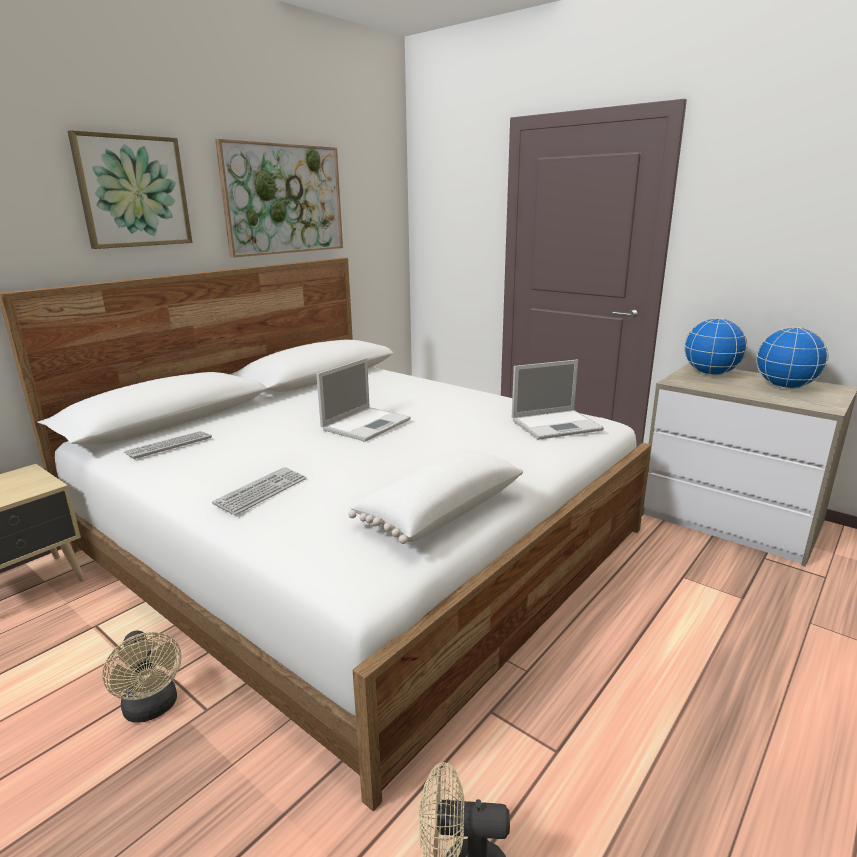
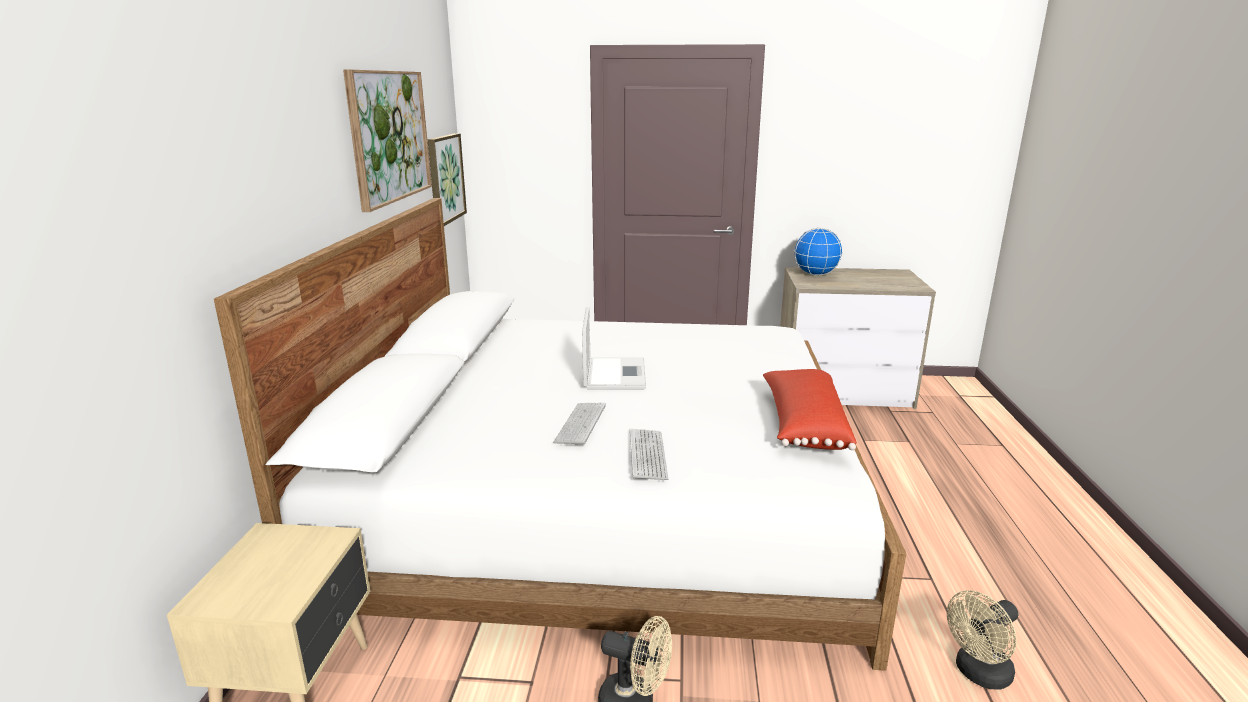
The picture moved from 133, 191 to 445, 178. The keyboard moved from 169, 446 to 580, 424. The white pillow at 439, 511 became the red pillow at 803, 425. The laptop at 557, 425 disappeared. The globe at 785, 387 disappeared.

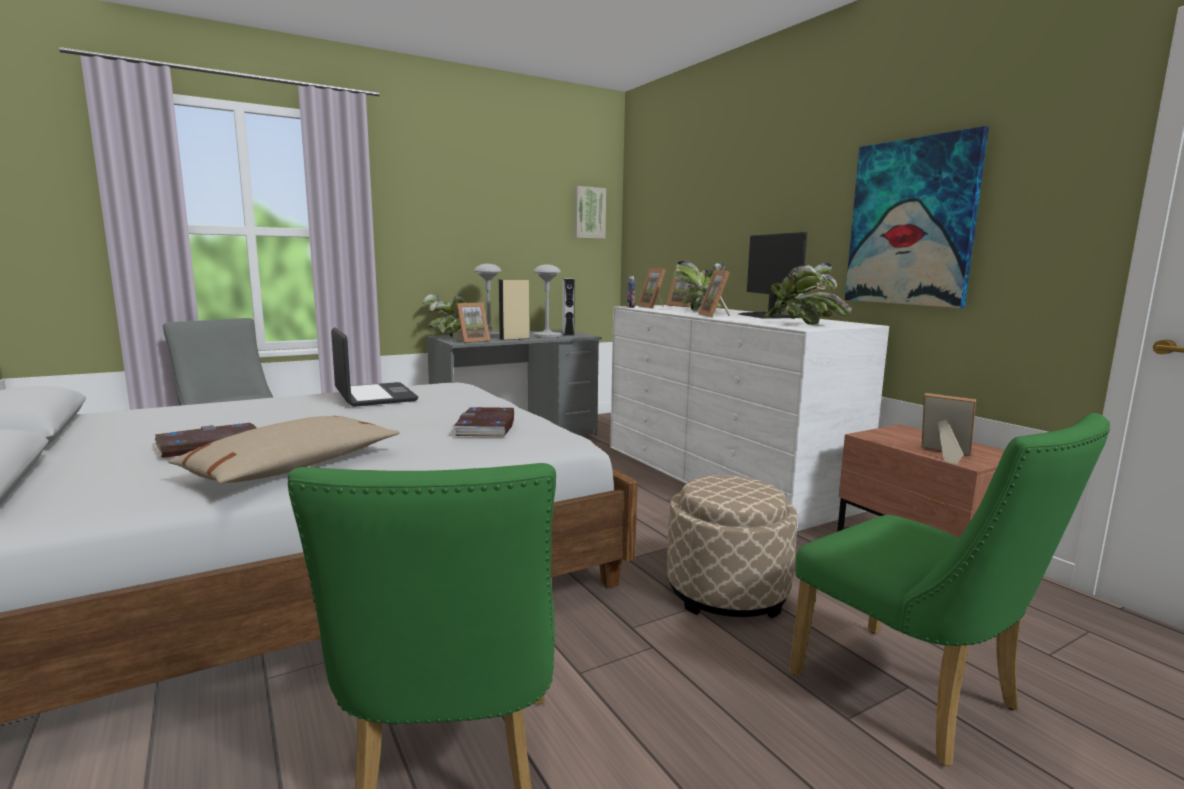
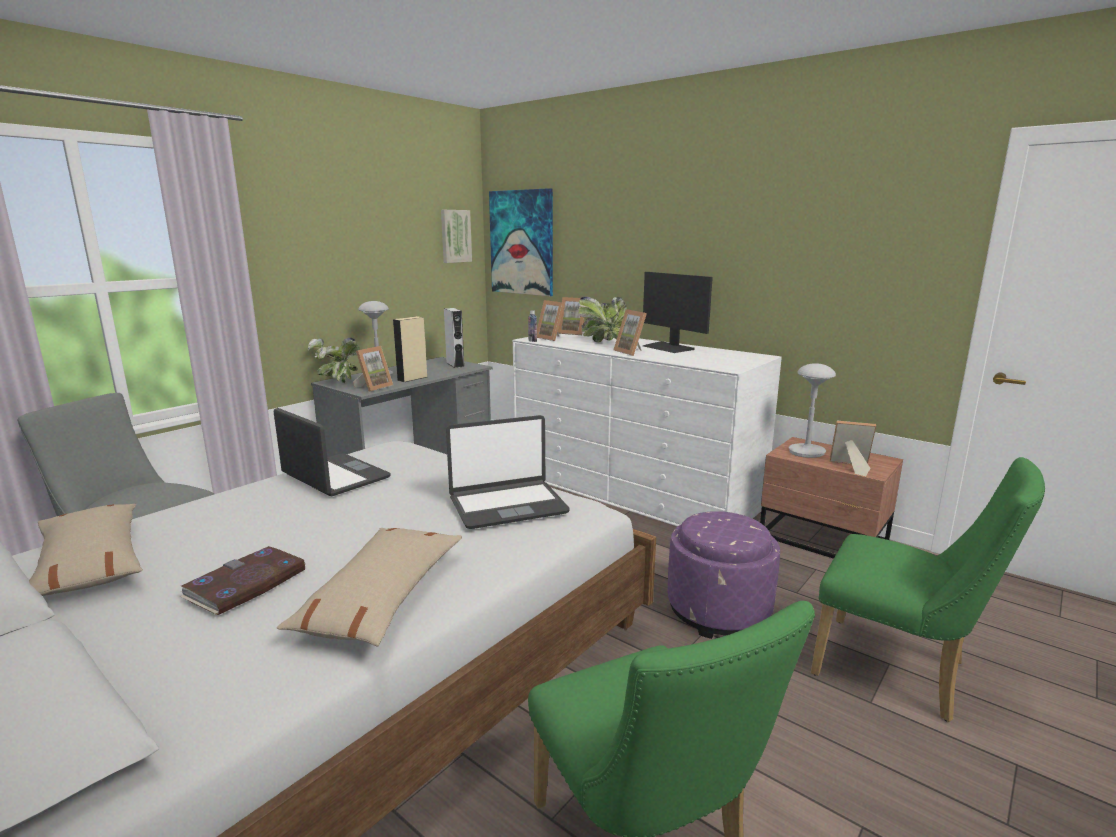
The beige pillow at 90, 564 appeared. The book at 486, 426 was replaced by the laptop at 507, 505. The picture moved from 911, 223 to 522, 242. The beige ottoman at 727, 592 became the purple ottoman at 718, 610. The grey table lamp moved from 547, 336 to 806, 452. The potted plant at 804, 325 disappeared.

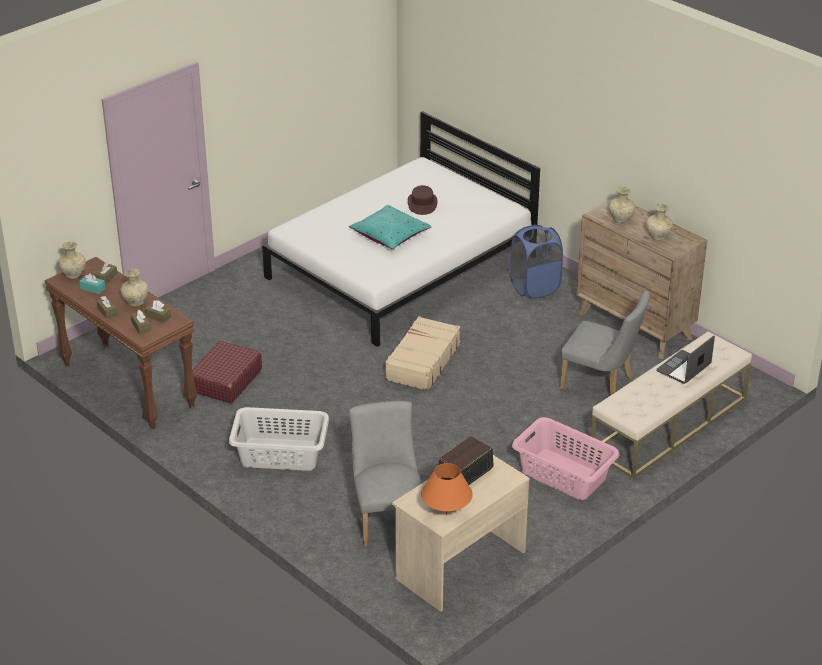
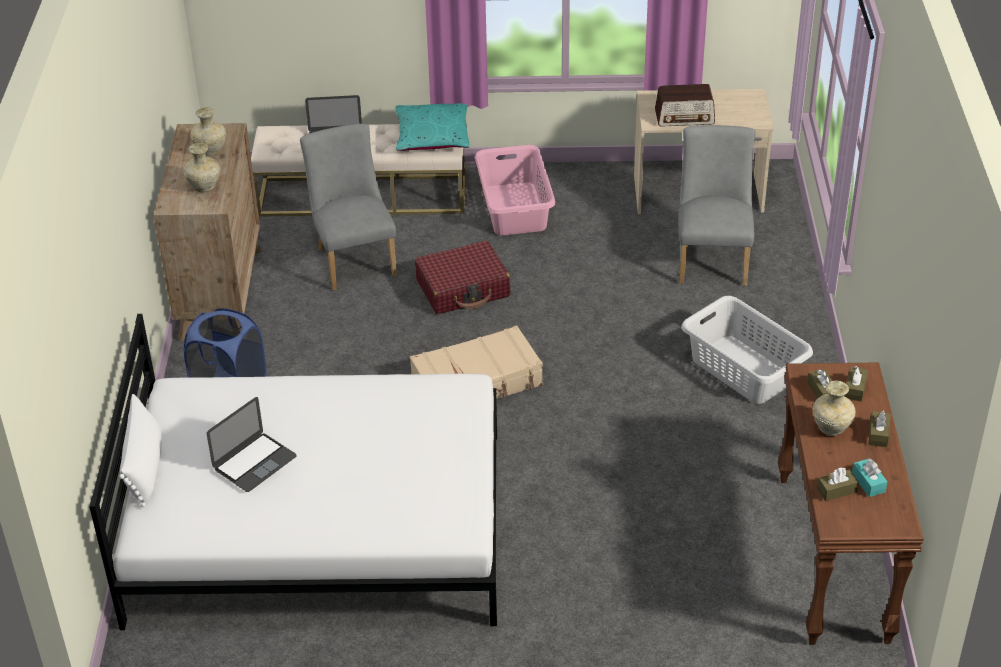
The white pillow at 145, 466 appeared. The brown hat at 422, 204 was replaced by the laptop at 254, 462. The turquoise pillow moved from 390, 235 to 432, 138. The red suitcase moved from 225, 381 to 463, 288. The grey chair at 387, 518 turned 150 degrees clockwise. The beige vase at 73, 275 disappeared. The orange table lamp at 446, 515 disappeared.

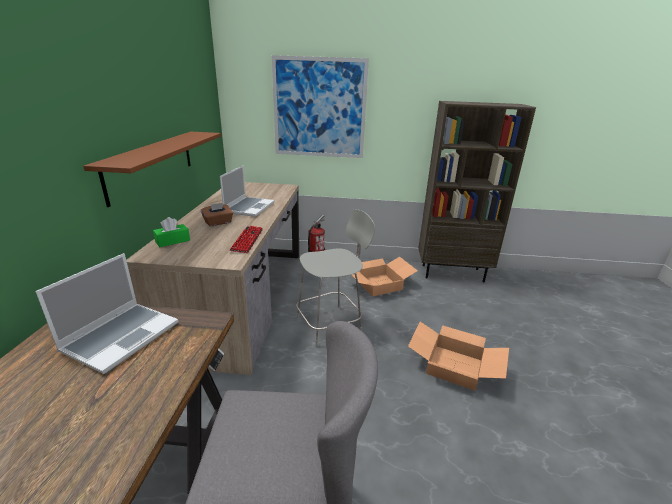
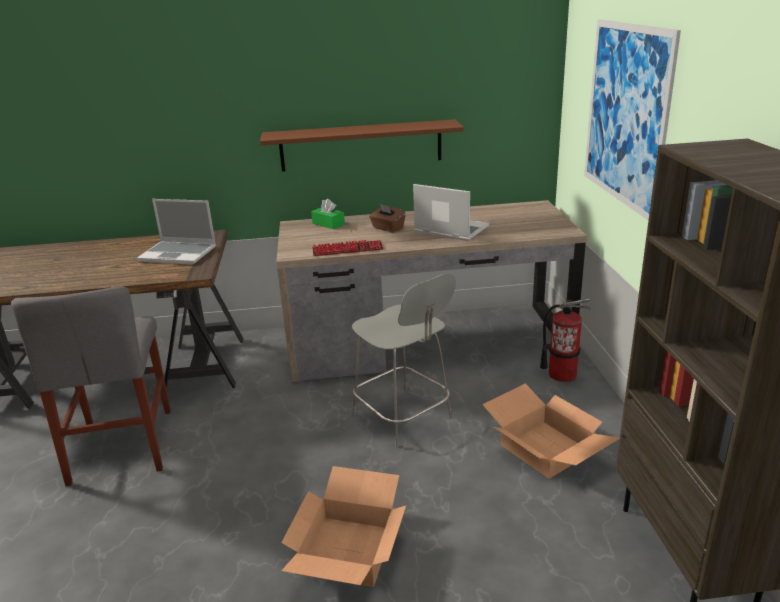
The laptop at 249, 207 turned 150 degrees counterclockwise.

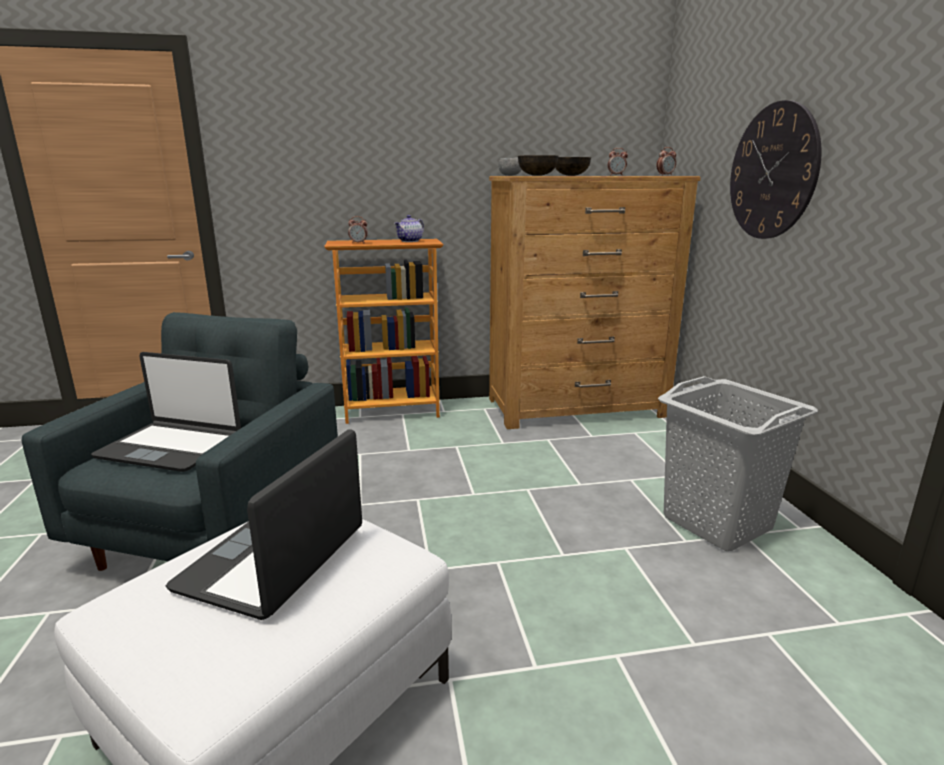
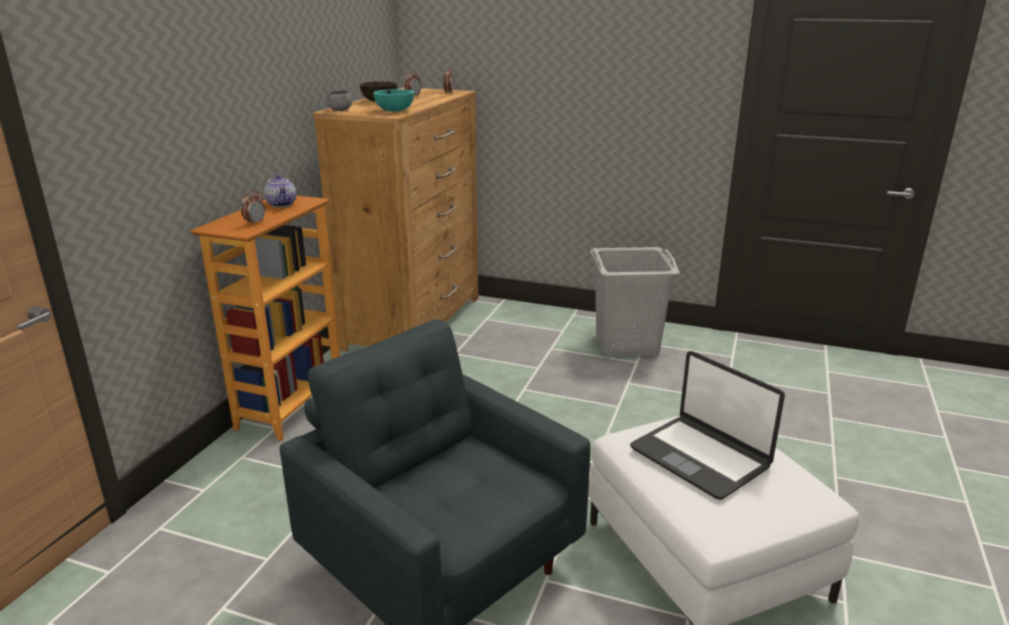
The brown bowl at 537, 175 became the turquoise bowl at 395, 111. The laptop at 171, 447 disappeared. The wall clock at 772, 172 disappeared.

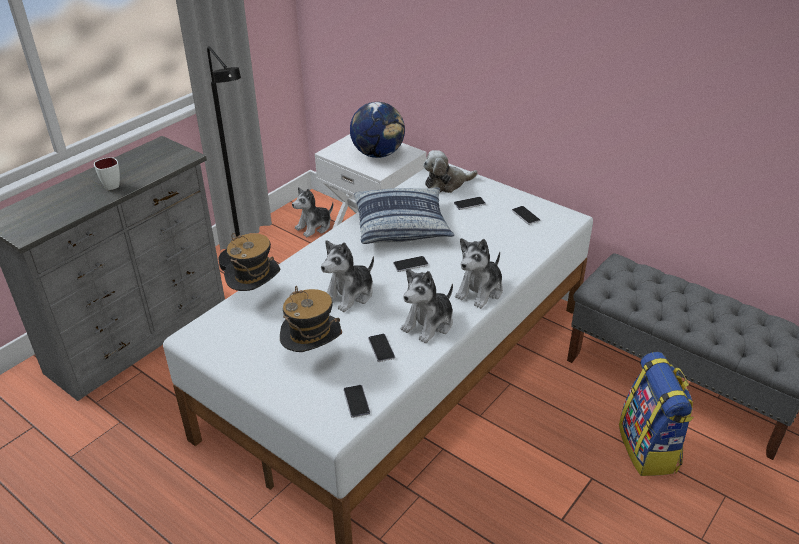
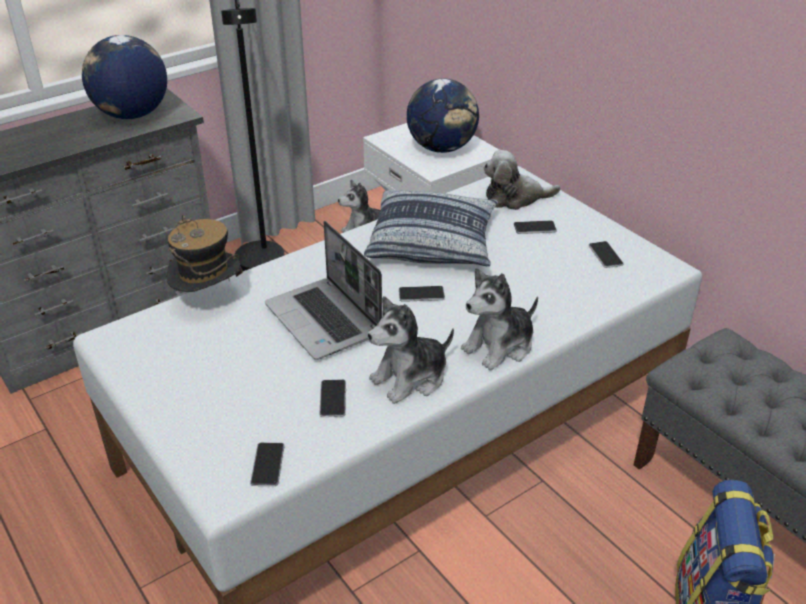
The globe at 132, 115 appeared. The plush toy at 350, 294 was replaced by the laptop at 325, 320. The white mug at 110, 184 disappeared. The hat at 312, 355 disappeared.

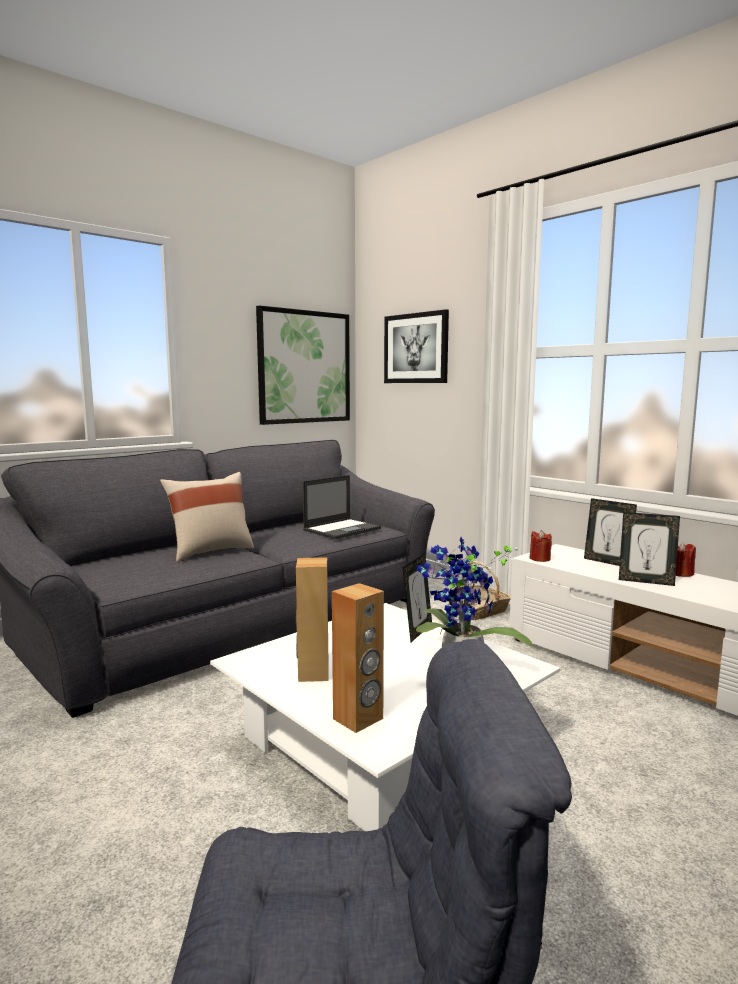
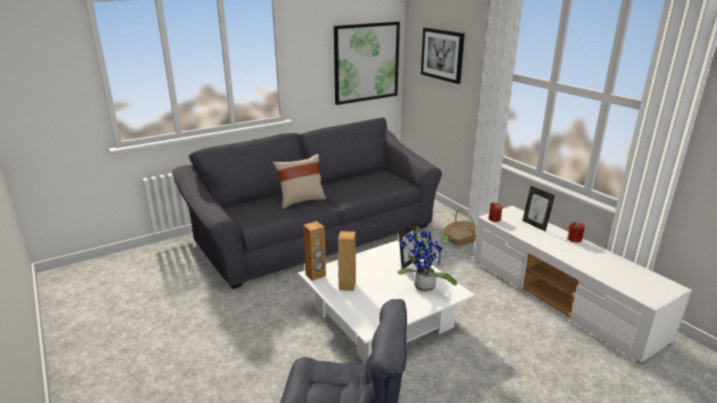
The brown speaker moved from 358, 719 to 315, 275. The laptop at 342, 529 disappeared. The picture frame at 646, 581 disappeared.

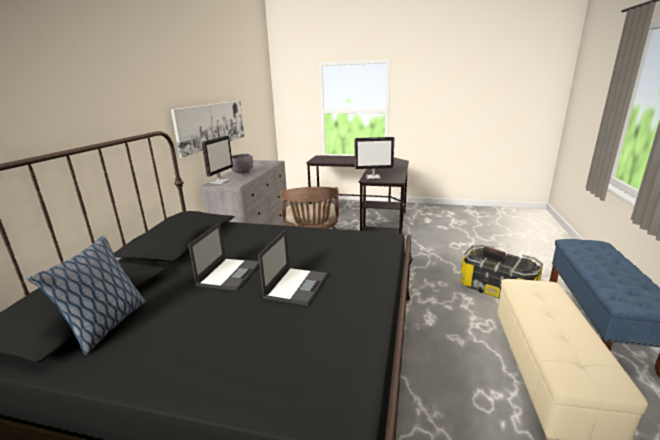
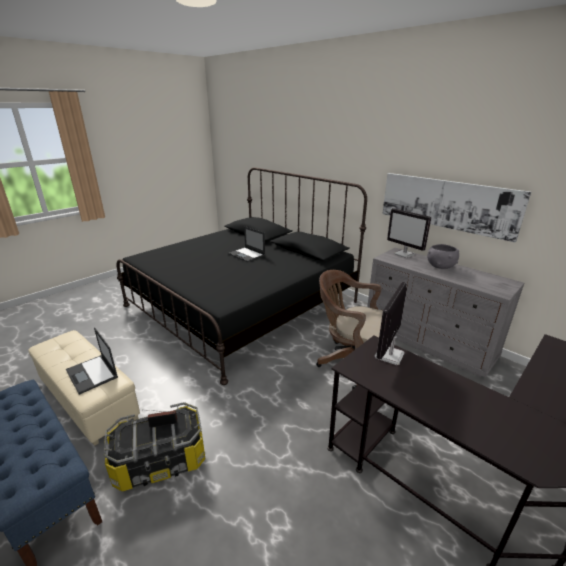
The laptop moved from 296, 285 to 92, 374. The pillow at 107, 326 disappeared.

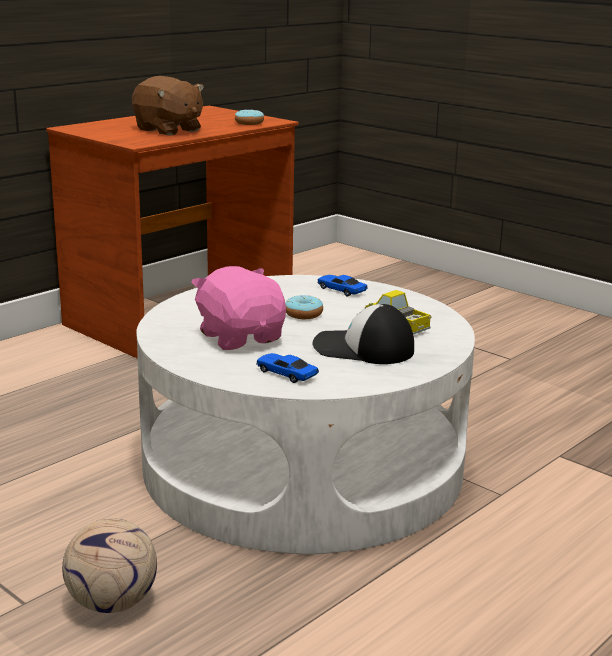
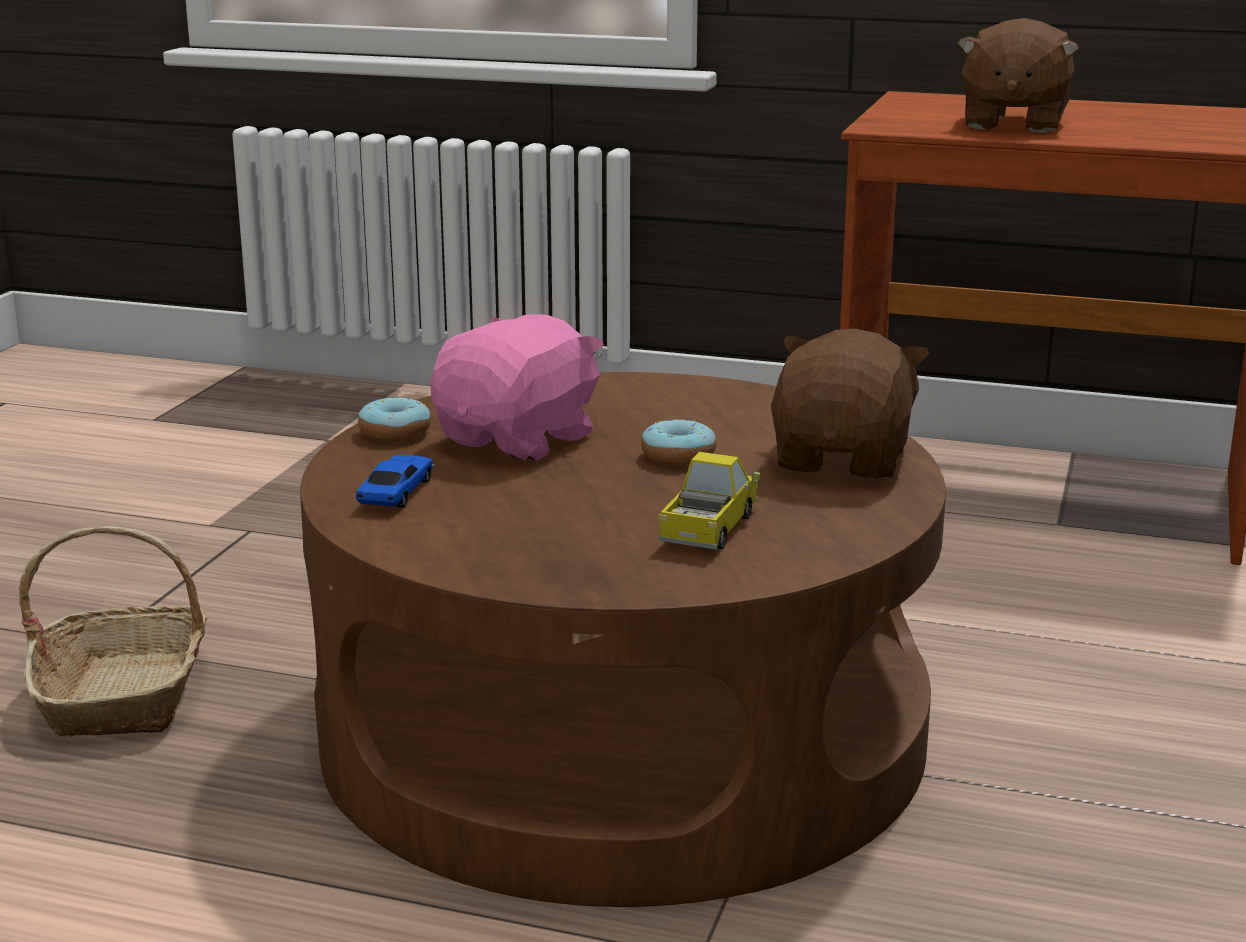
The football at 111, 603 was replaced by the basket at 125, 694. The white coffee table at 303, 463 became the brown coffee table at 622, 727. The donut moved from 249, 123 to 395, 433. The toy car at 341, 290 was replaced by the brown plush toy at 844, 459. The cap at 362, 348 disappeared.

